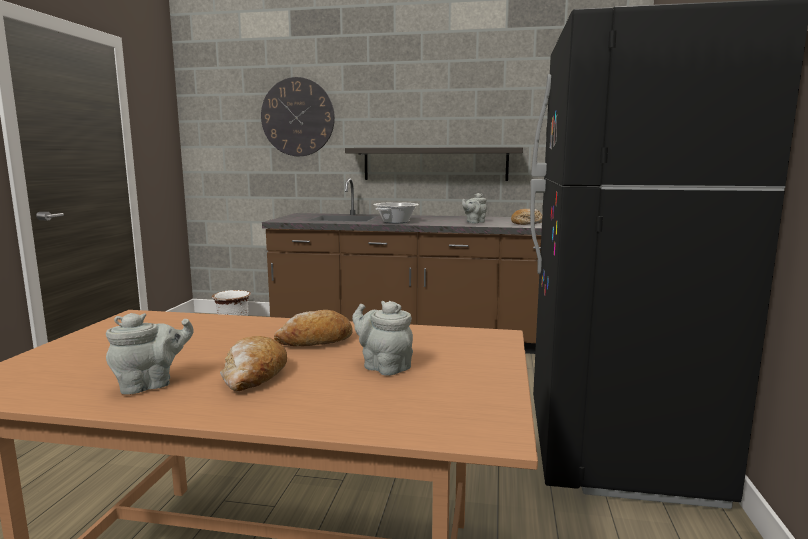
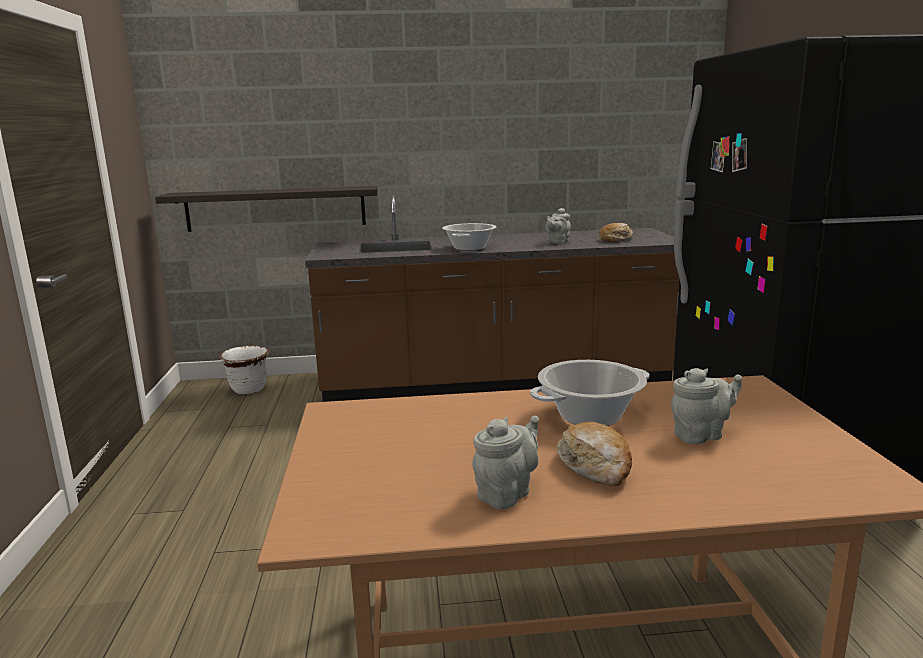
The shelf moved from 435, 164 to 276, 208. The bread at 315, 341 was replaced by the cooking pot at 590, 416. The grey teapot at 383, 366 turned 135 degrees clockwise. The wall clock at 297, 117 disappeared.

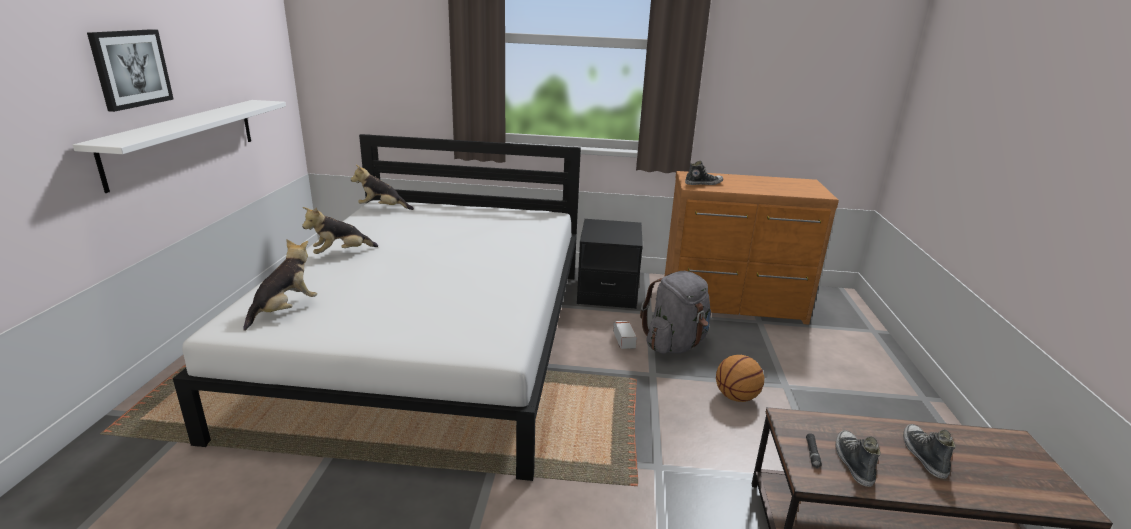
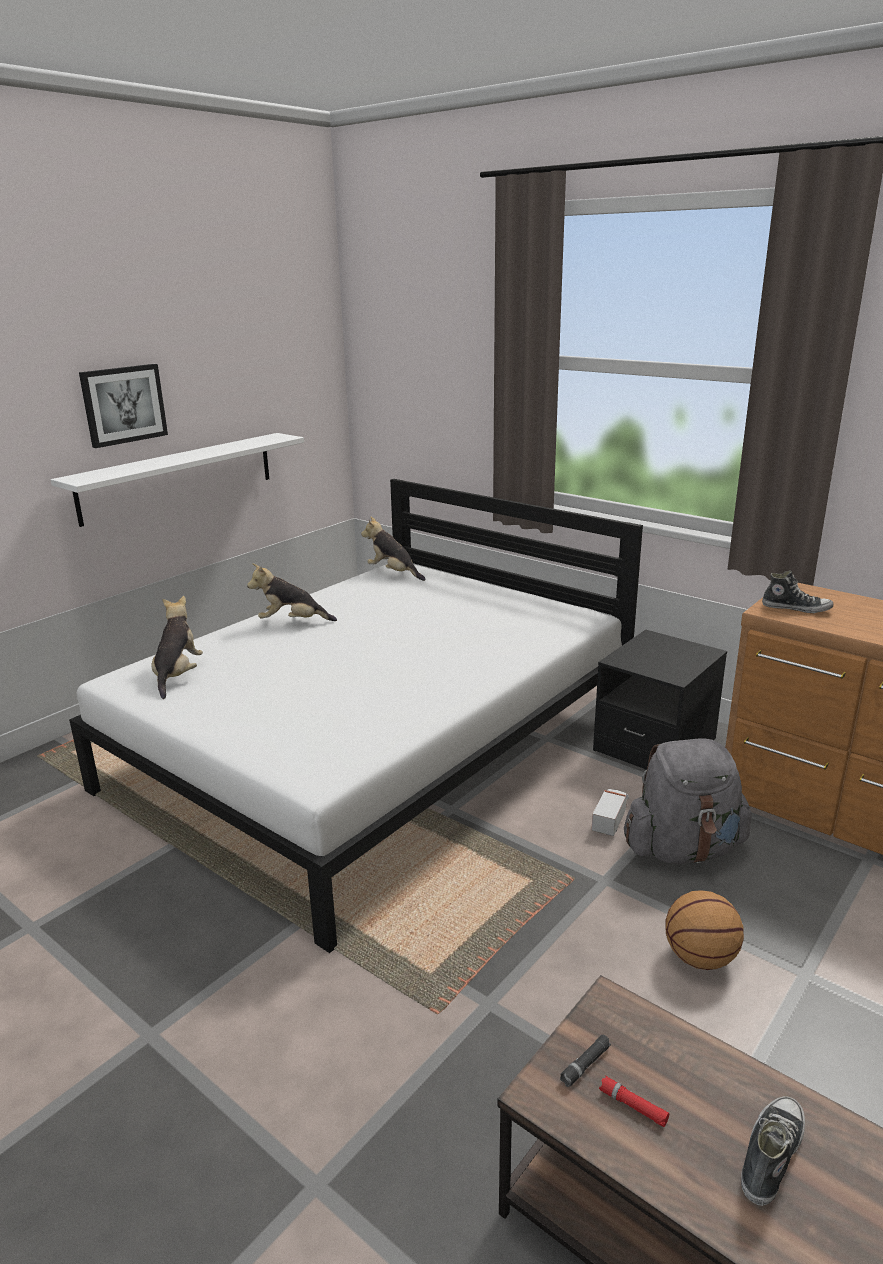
The plush toy at 285, 310 turned 60 degrees counterclockwise. The shoe at 853, 462 was replaced by the red flashlight at 633, 1106.

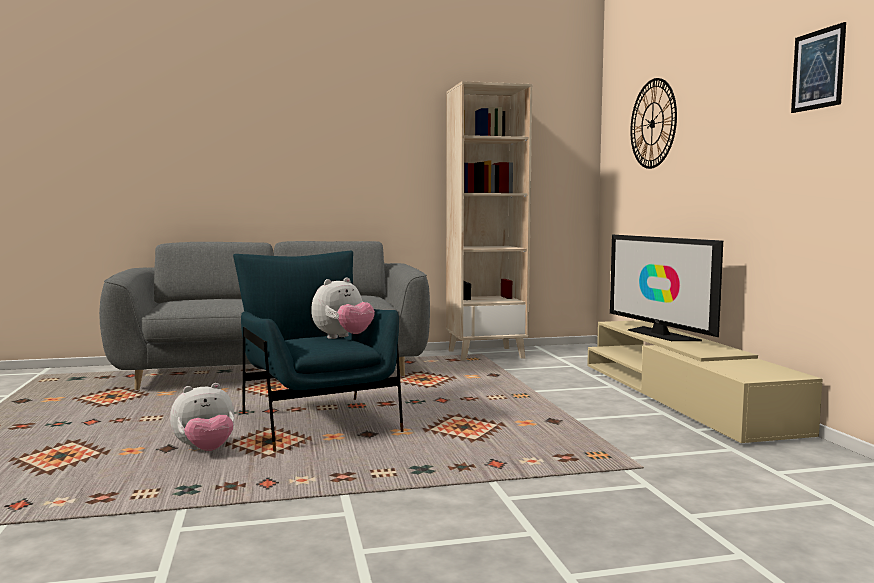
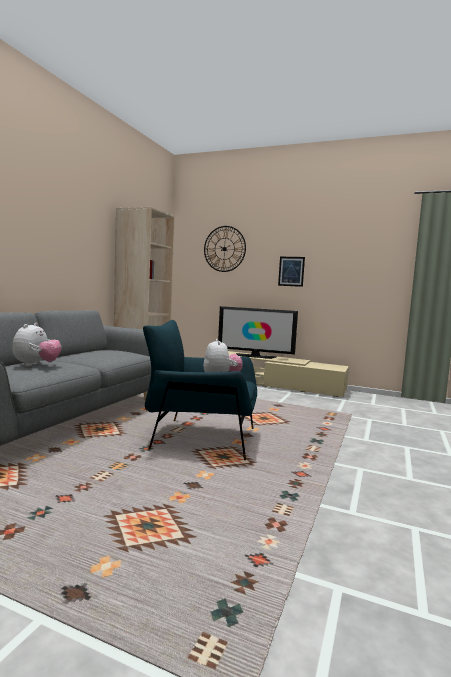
The plush toy moved from 205, 451 to 36, 365. The picture moved from 818, 69 to 291, 271.

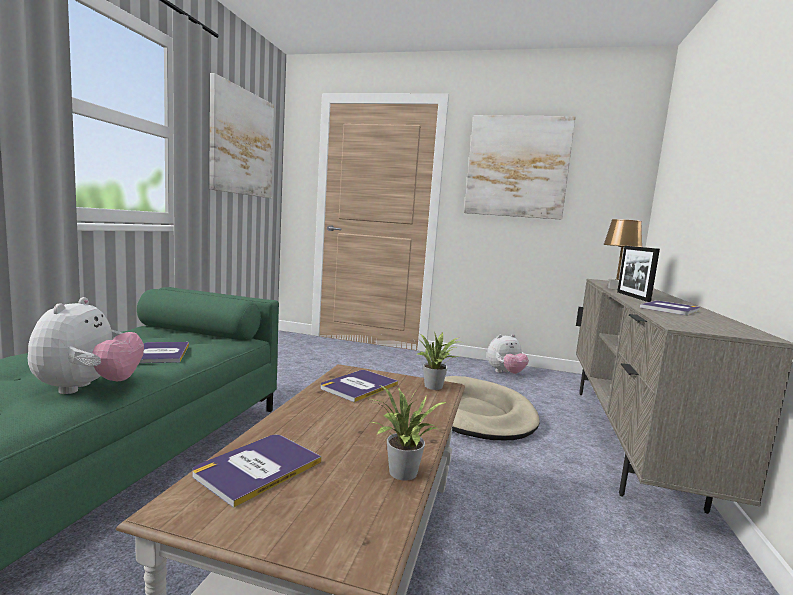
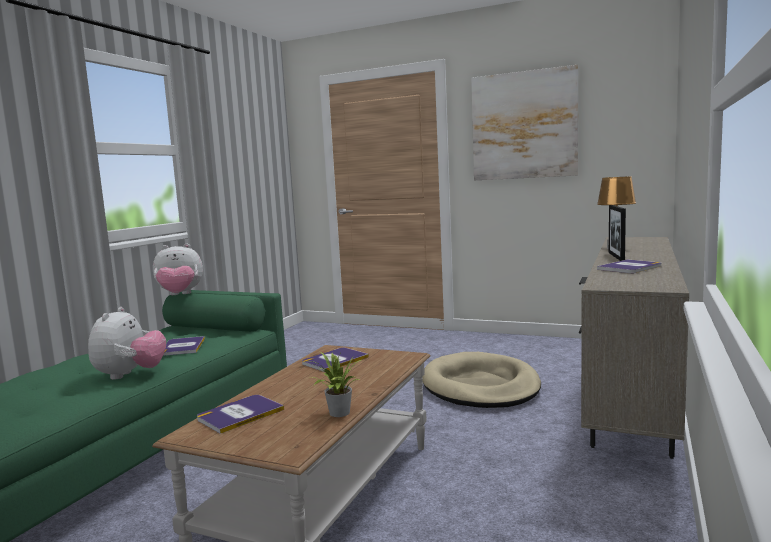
The plush toy moved from 505, 373 to 180, 295. The picture at 242, 143 disappeared. The potted plant at 436, 386 disappeared.

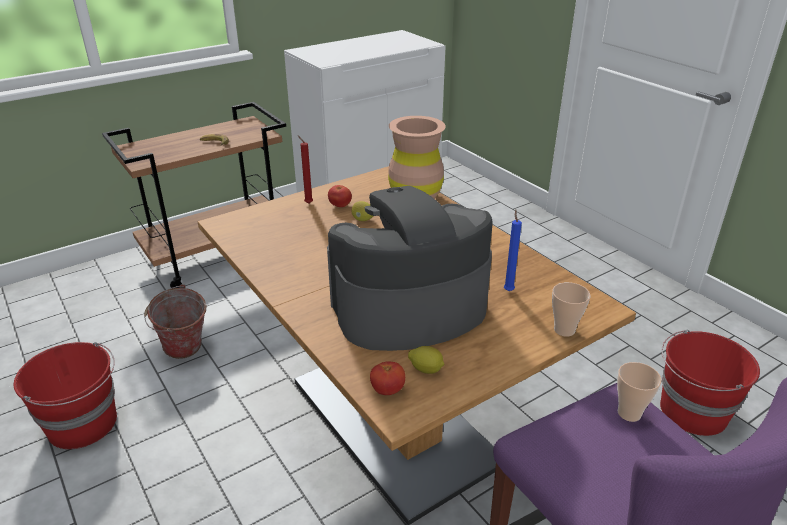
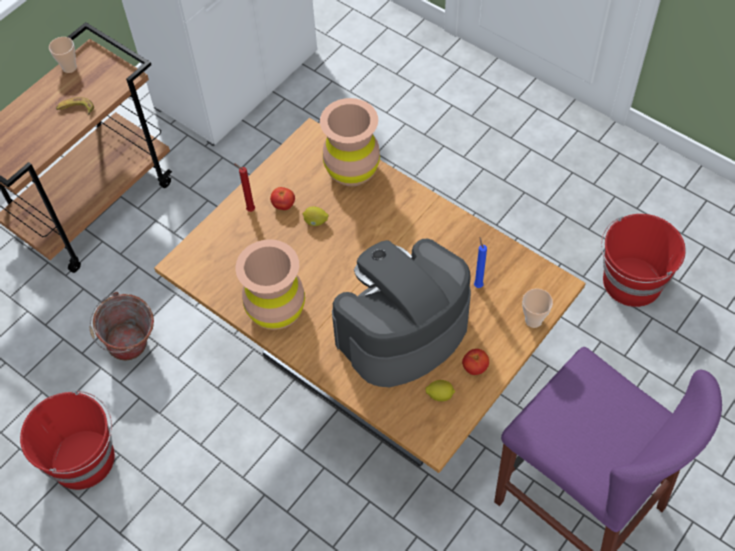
The cup moved from 629, 413 to 69, 68. The brown vase at 276, 310 appeared. The tomato moved from 387, 390 to 475, 367.

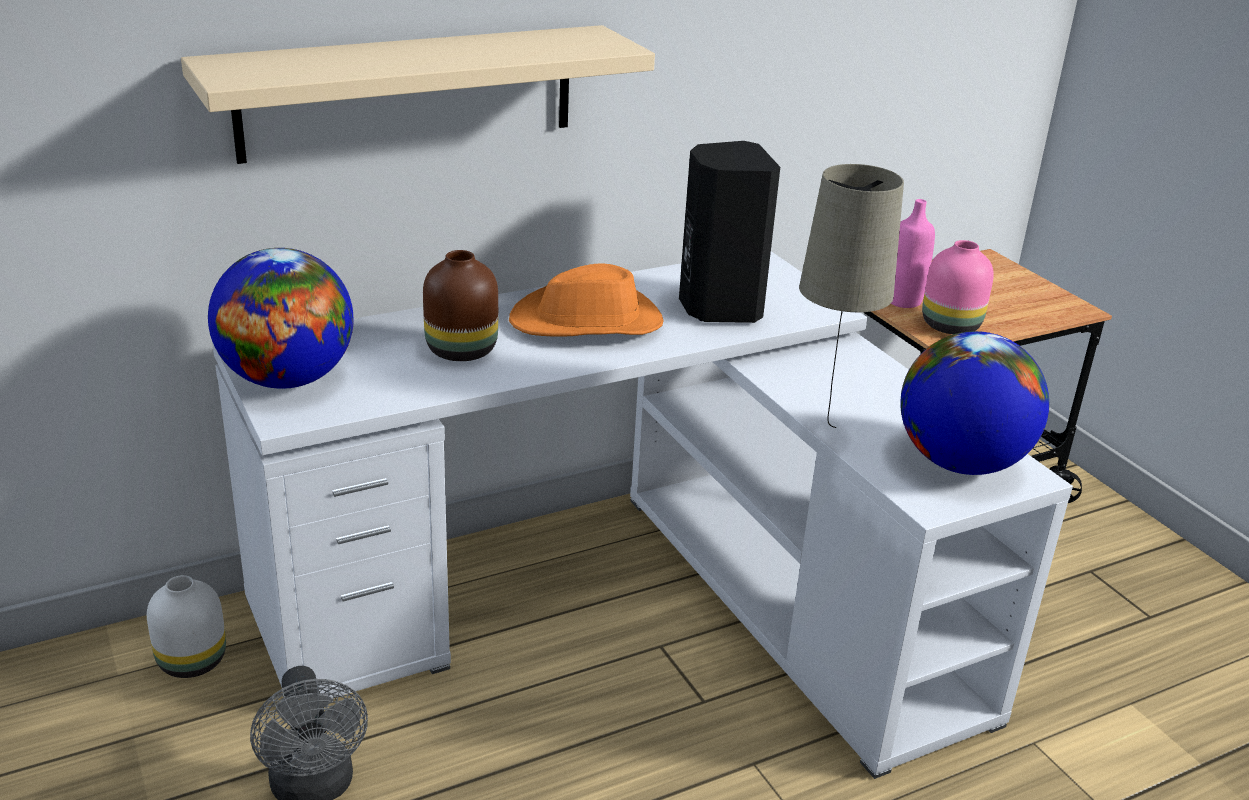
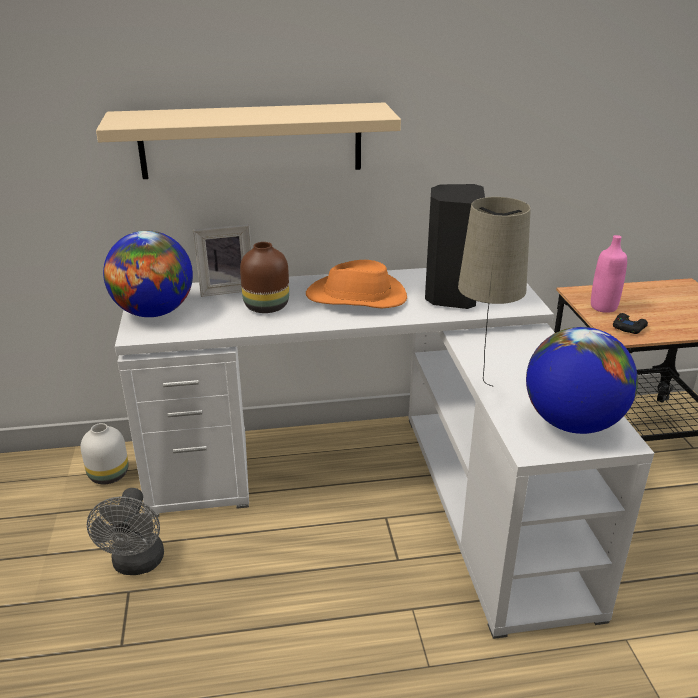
The picture frame at 226, 289 appeared. The pink vase at 948, 326 was replaced by the black game controller at 628, 327.

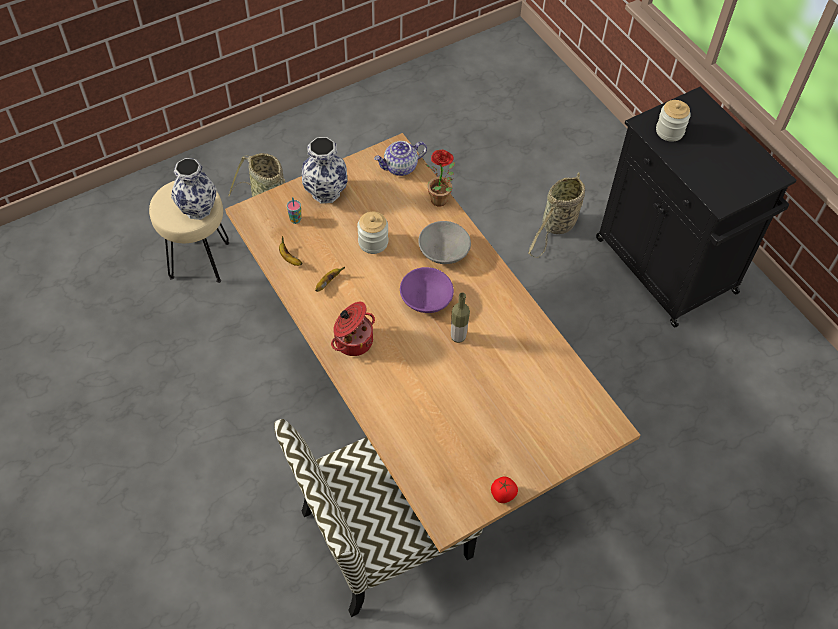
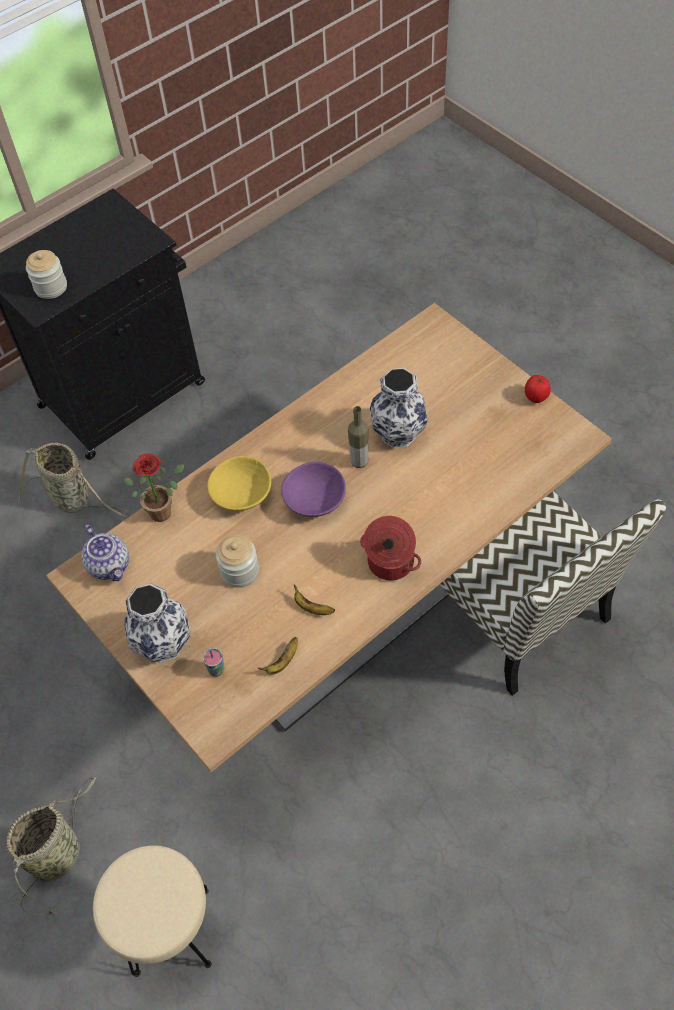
The grey bowl at 443, 252 became the yellow bowl at 242, 495. The vase moved from 199, 209 to 398, 433.

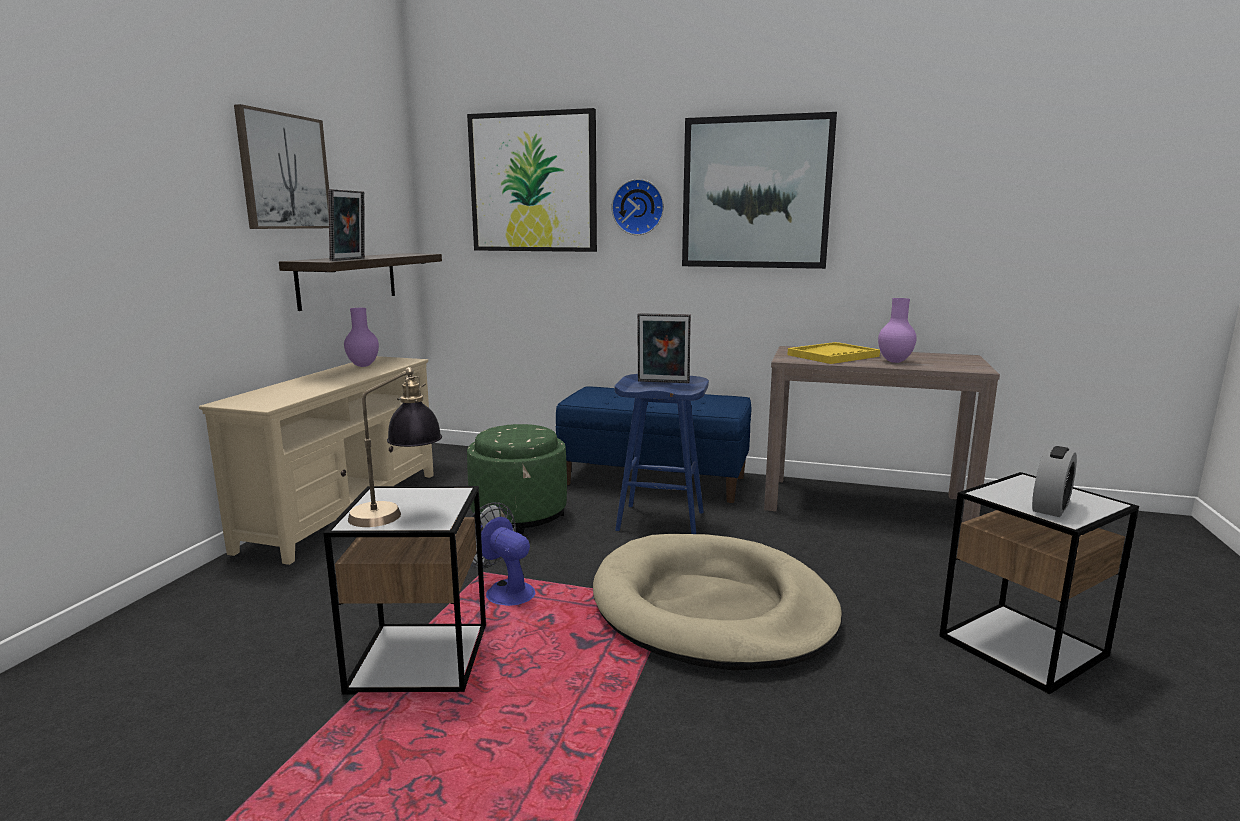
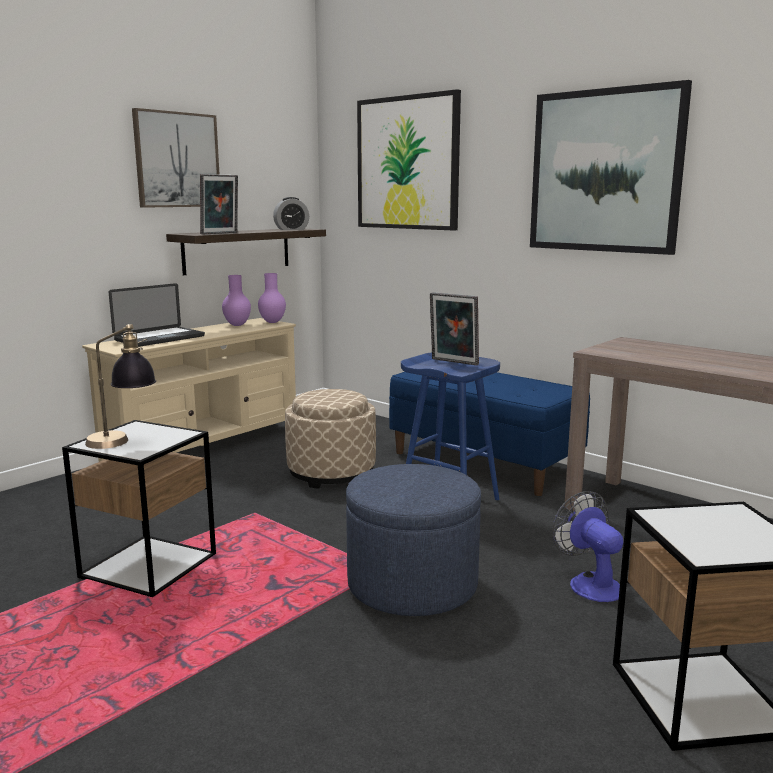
The laptop at 160, 338 appeared. The purple vase moved from 895, 361 to 273, 322. The alarm clock moved from 1050, 508 to 291, 229. The green ottoman at 519, 515 became the beige ottoman at 331, 473. The beige dog bed at 712, 608 was replaced by the blue ottoman at 412, 584. The fan moved from 504, 591 to 589, 583. The wall clock at 638, 207 disappeared. The yellow tray at 833, 356 disappeared.

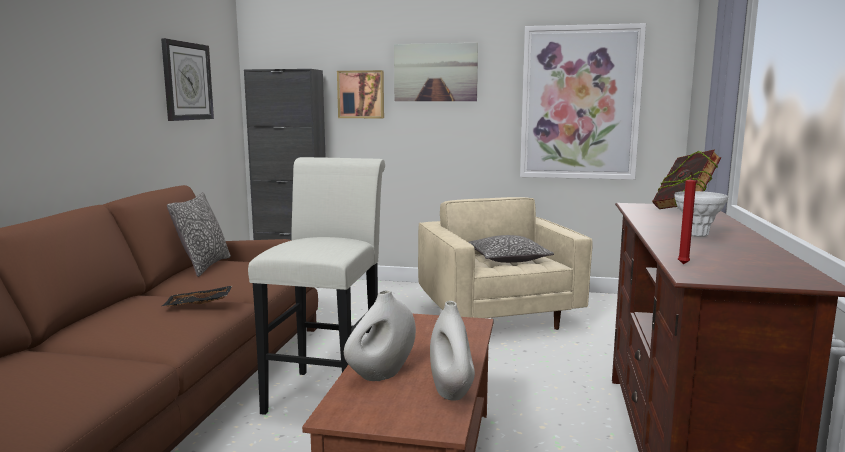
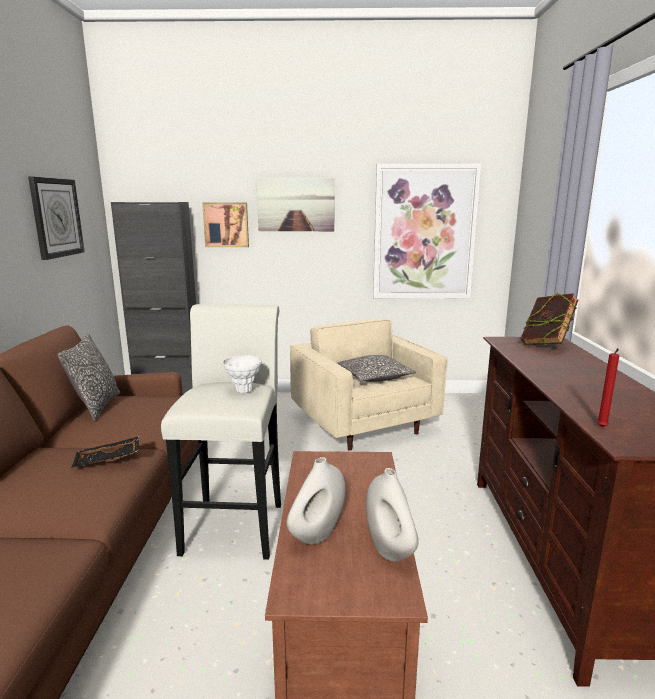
The white vase moved from 697, 235 to 244, 391.

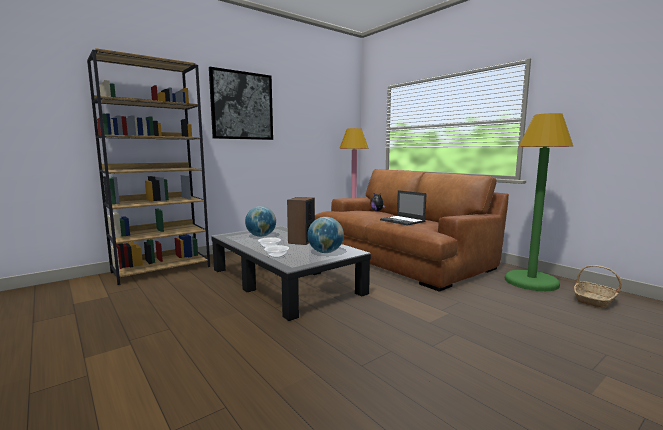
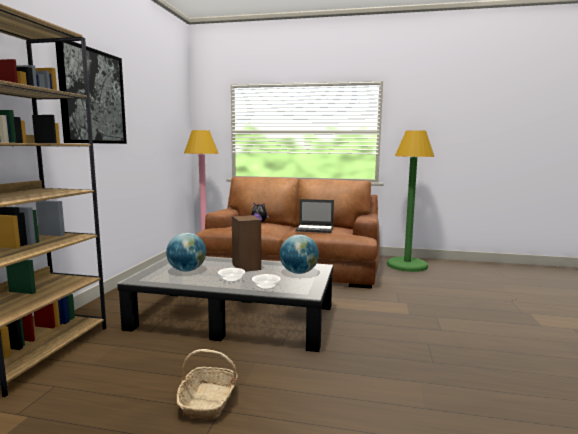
The basket moved from 594, 300 to 208, 401.

